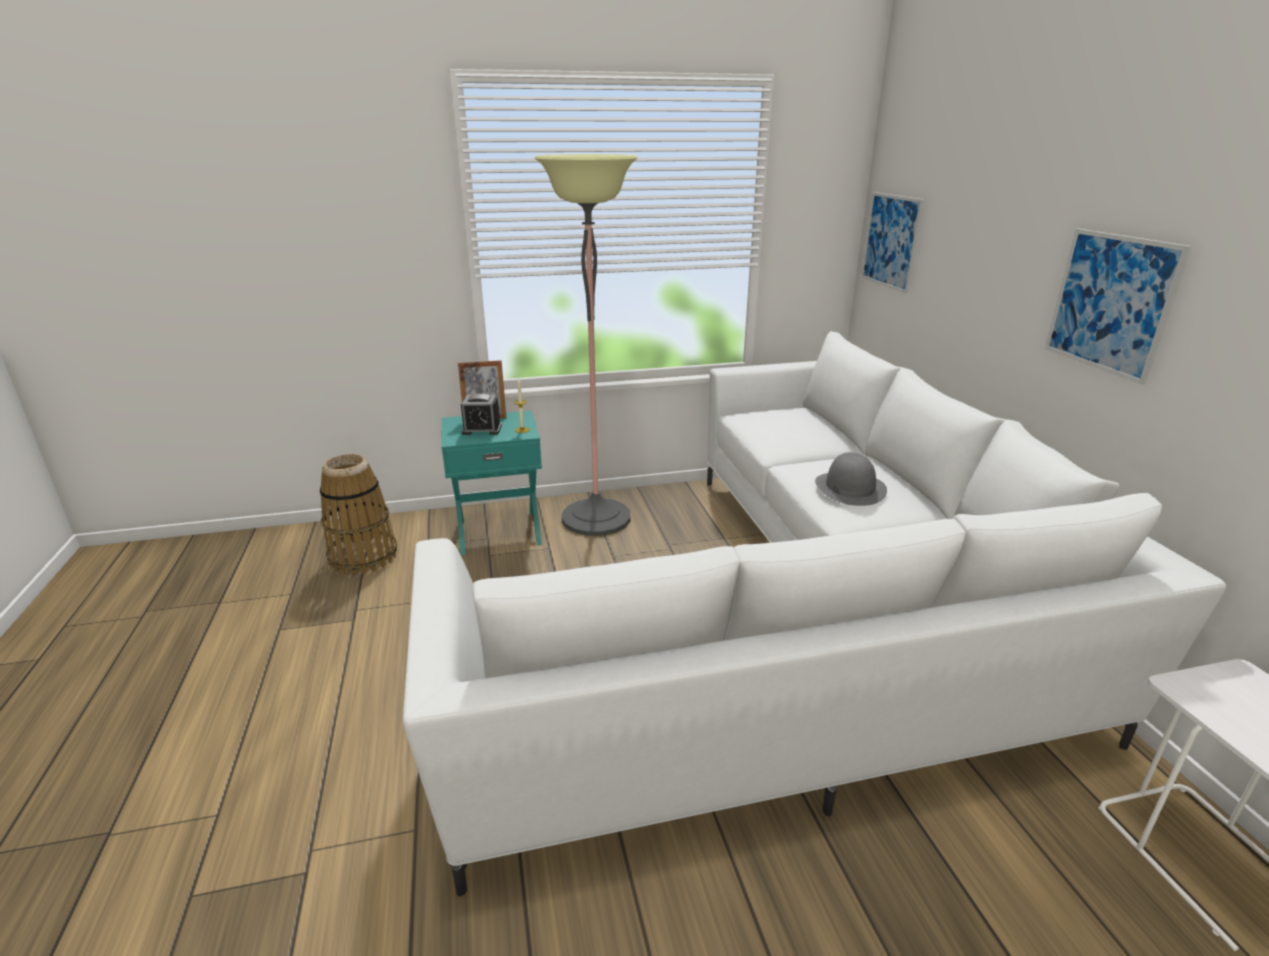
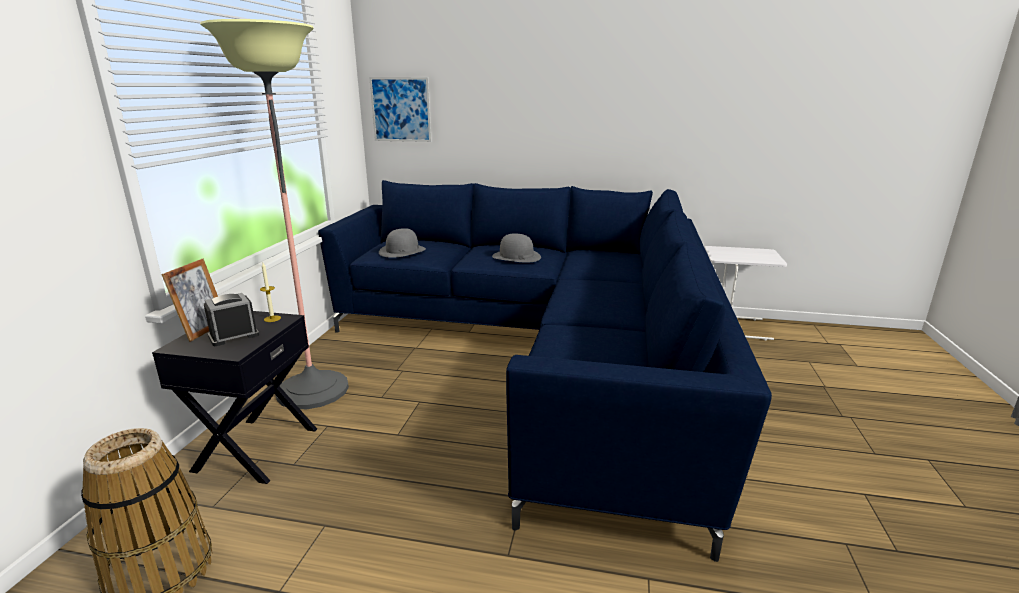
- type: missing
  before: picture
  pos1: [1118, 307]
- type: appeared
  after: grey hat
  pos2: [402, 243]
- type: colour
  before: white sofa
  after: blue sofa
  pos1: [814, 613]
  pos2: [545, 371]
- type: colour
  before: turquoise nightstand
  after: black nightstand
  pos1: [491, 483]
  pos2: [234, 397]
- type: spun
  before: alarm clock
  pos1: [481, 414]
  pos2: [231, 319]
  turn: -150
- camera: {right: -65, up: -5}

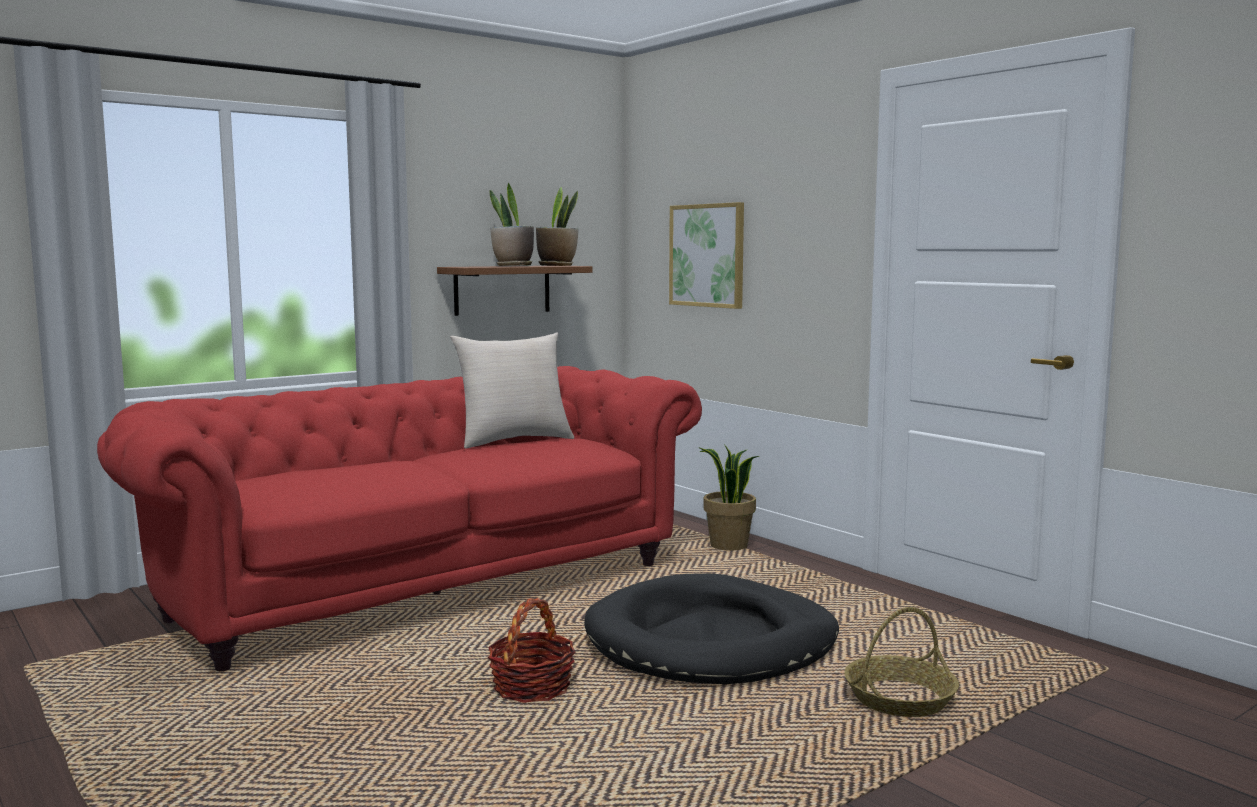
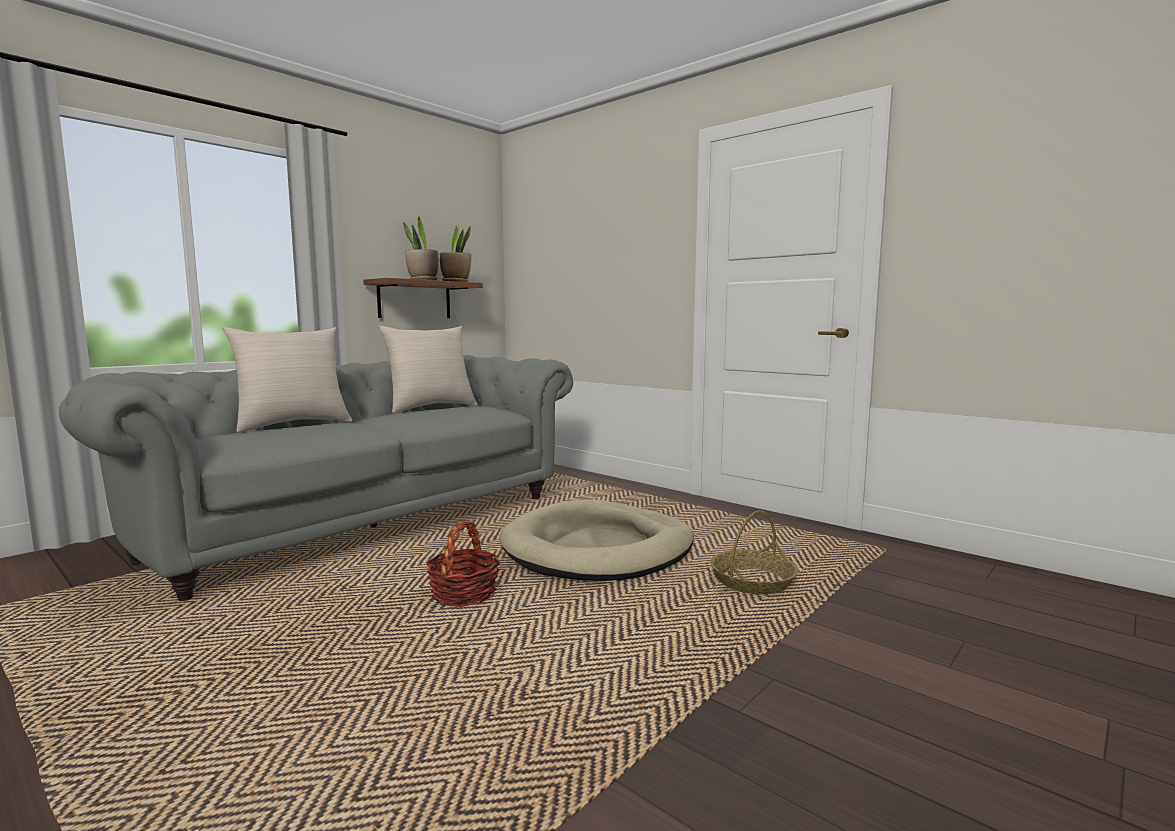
- type: missing
  before: picture
  pos1: [706, 255]
- type: missing
  before: potted plant
  pos1: [728, 497]
- type: appeared
  after: beige pillow
  pos2: [287, 379]
- type: colour
  before: red sofa
  after: grey sofa
  pos1: [399, 518]
  pos2: [316, 478]
- type: colour
  before: black dog bed
  after: beige dog bed
  pos1: [711, 628]
  pos2: [597, 540]
- camera: {right: -10, up: 0}

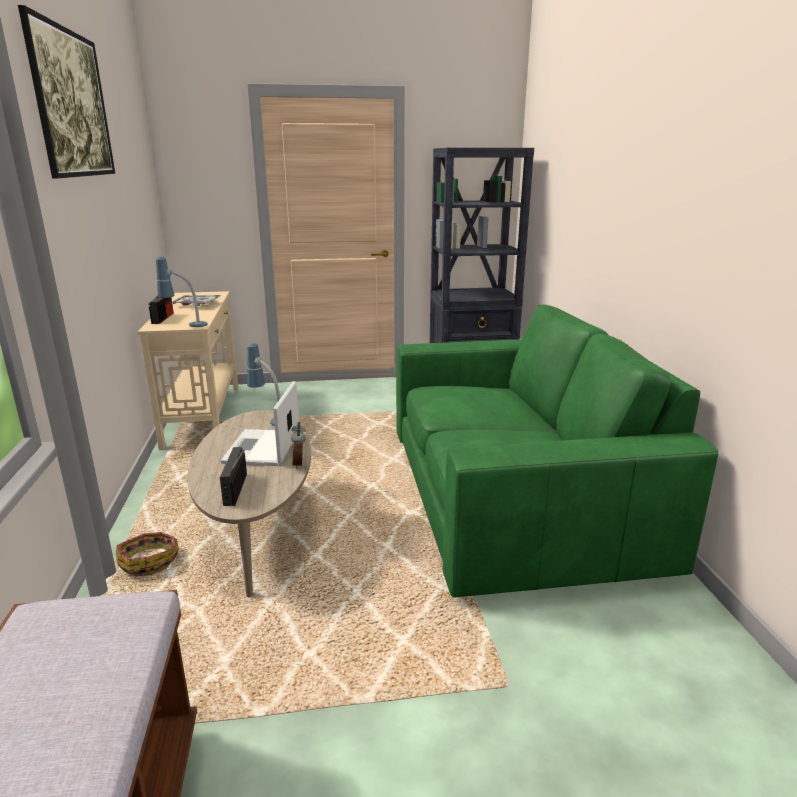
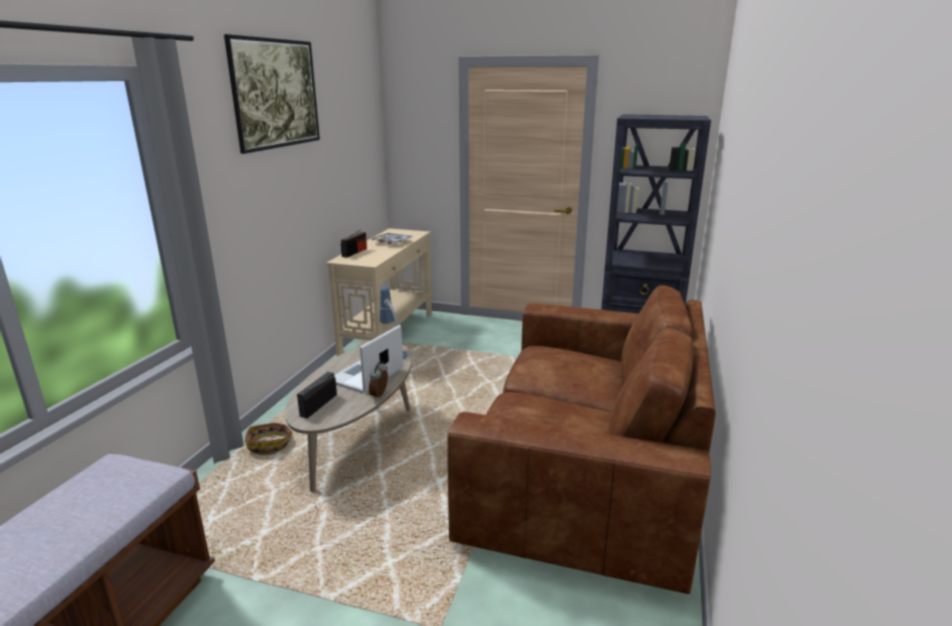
- type: missing
  before: table lamp
  pos1: [182, 291]
- type: colour
  before: green sofa
  after: brown sofa
  pos1: [557, 450]
  pos2: [581, 439]
- camera: {right: 25, up: 0}

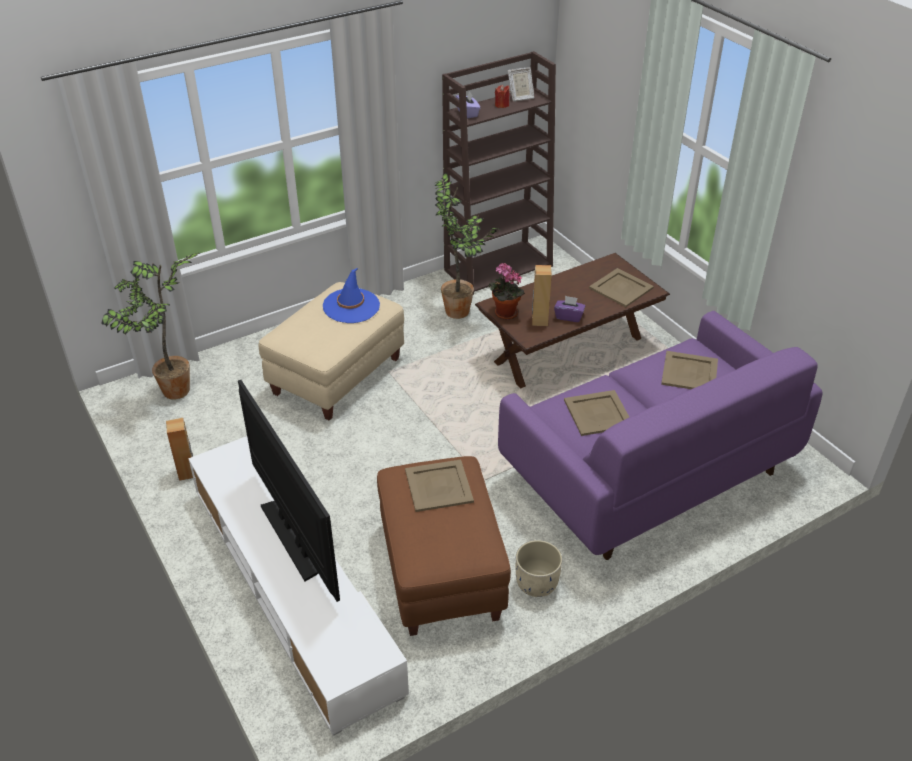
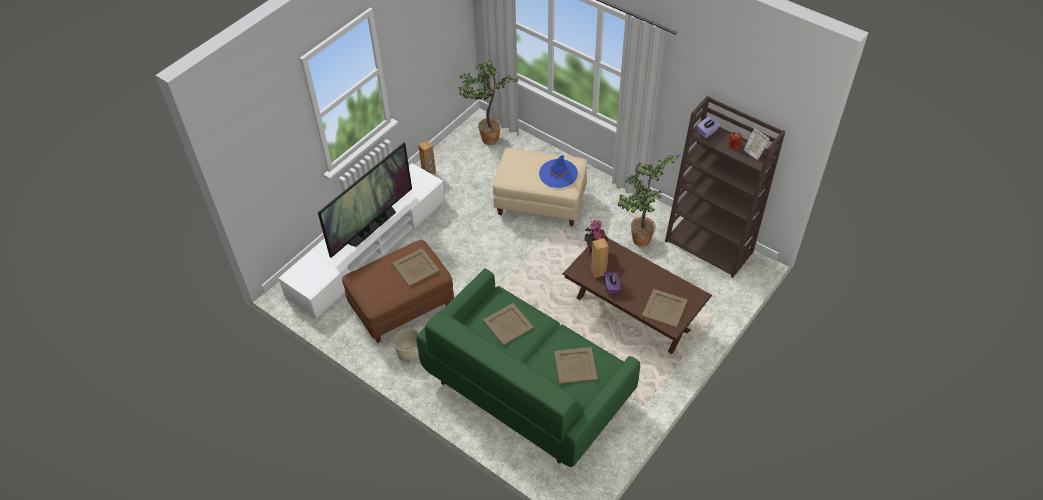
- type: colour
  before: purple sofa
  after: green sofa
  pos1: [660, 435]
  pos2: [528, 367]
- camera: {right: 70, up: 10}

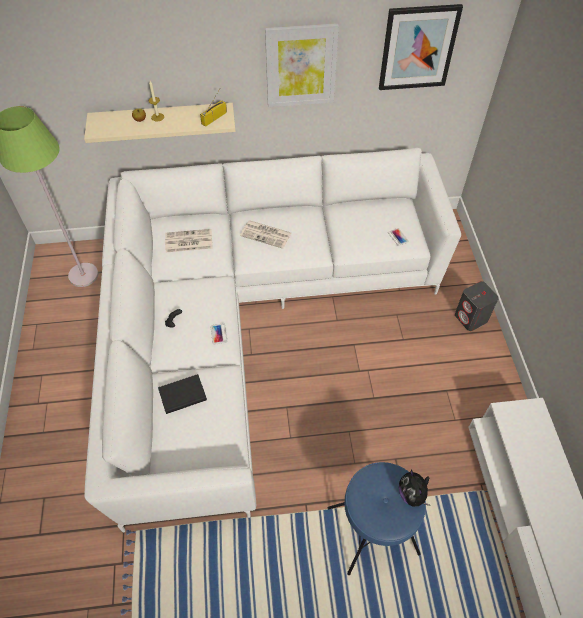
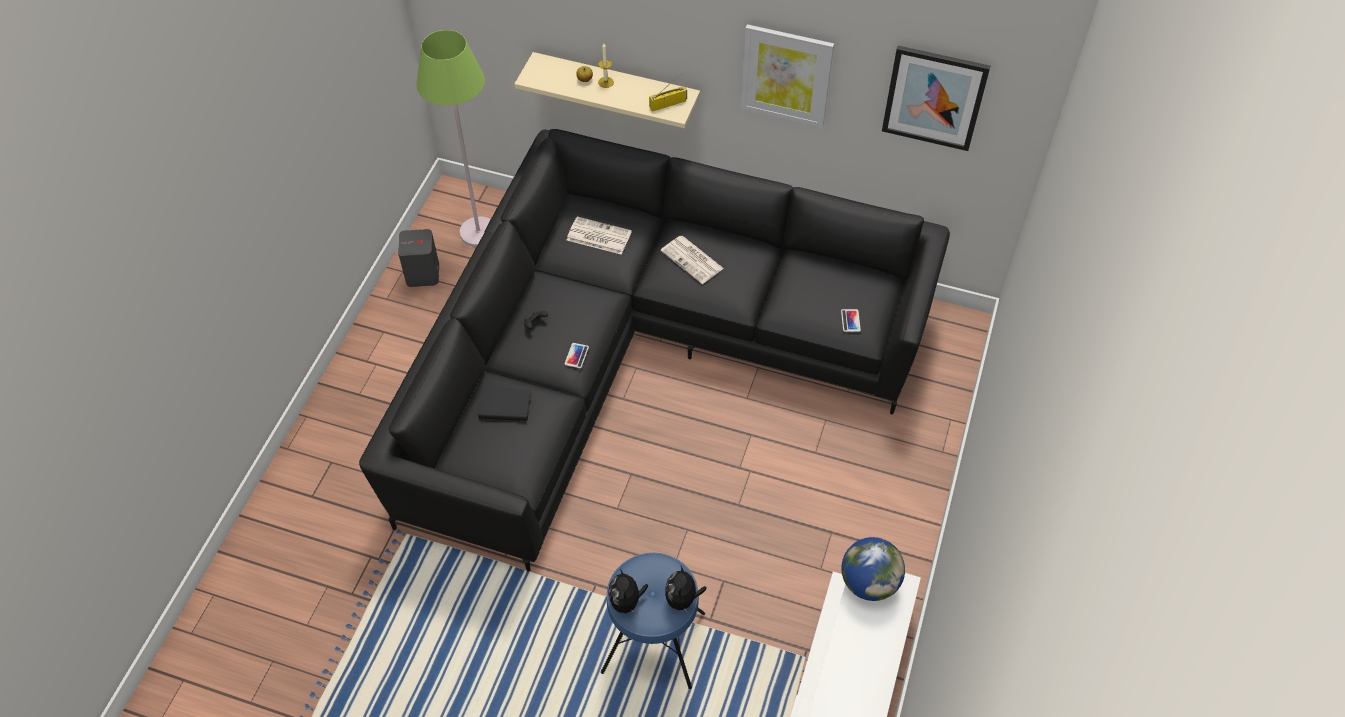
- type: appeared
  after: plush toy
  pos2: [628, 592]
- type: appeared
  after: globe
  pos2: [873, 569]
- type: relocated
  before: grey speaker
  pos1: [477, 306]
  pos2: [418, 258]
- type: colour
  before: white sofa
  after: black sofa
  pos1: [272, 340]
  pos2: [654, 350]
- camera: {right: 25, up: 0}

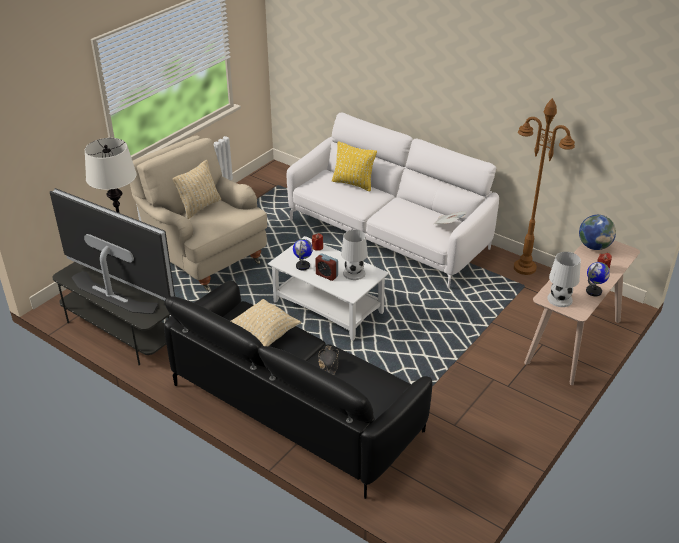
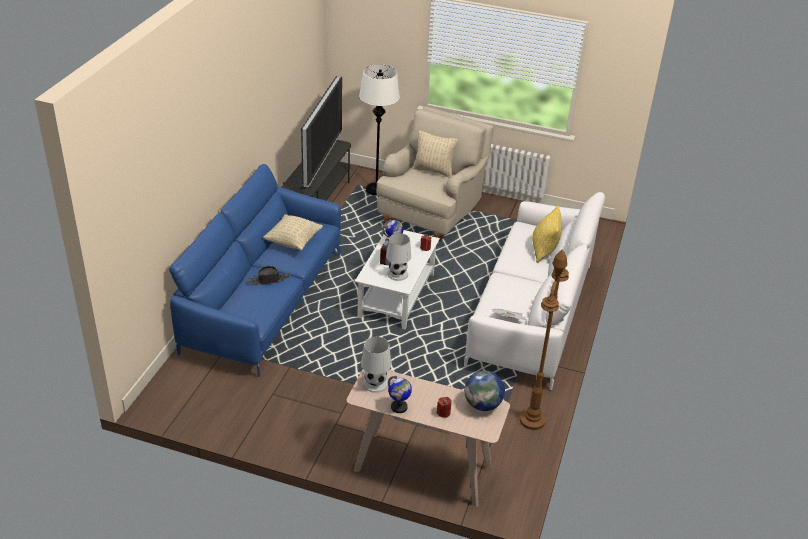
- type: colour
  before: black sofa
  after: blue sofa
  pos1: [298, 389]
  pos2: [255, 270]
- camera: {right: 70, up: 0}

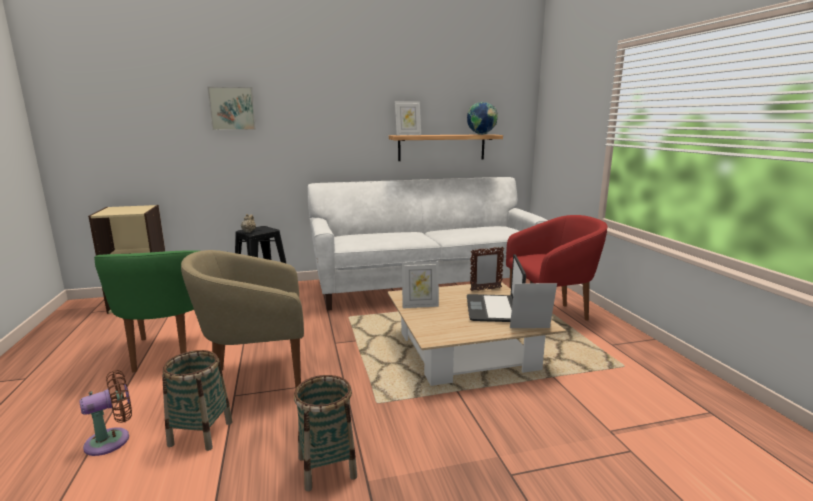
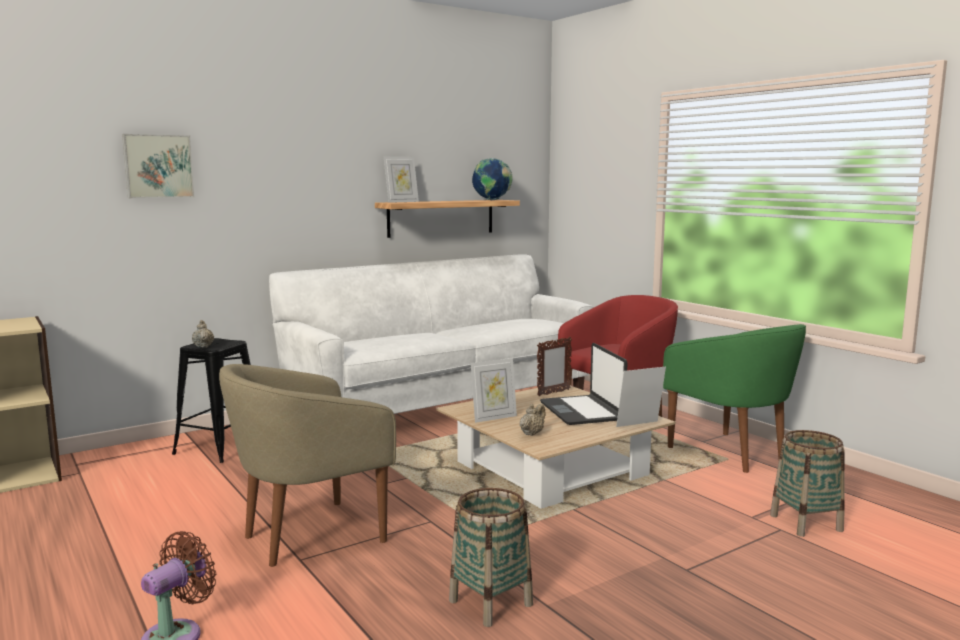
- type: appeared
  after: beige teapot
  pos2: [533, 420]
- type: relocated
  before: green armchair
  pos1: [146, 311]
  pos2: [734, 398]
- type: relocated
  before: basket
  pos1: [197, 400]
  pos2: [807, 483]
- camera: {right: -20, up: -5}

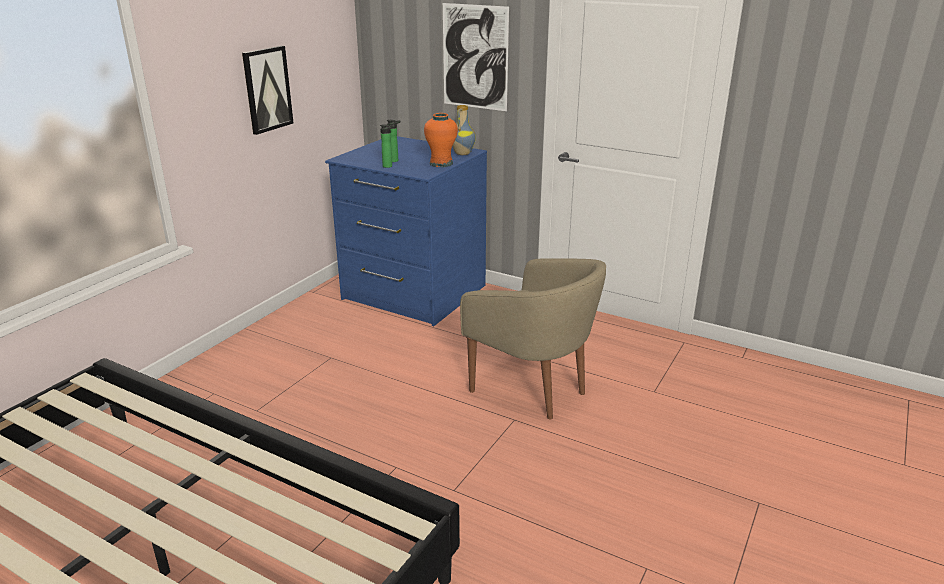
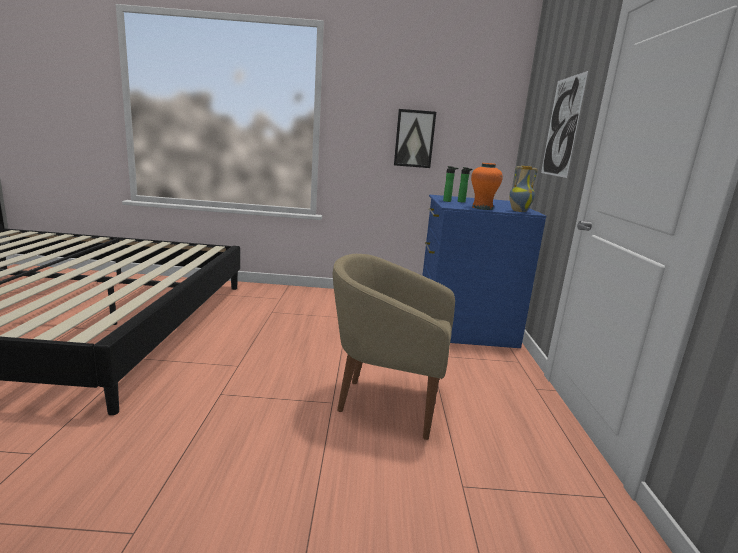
- type: spun
  before: beige armchair
  pos1: [533, 339]
  pos2: [394, 347]
  turn: 90
- camera: {right: 60, up: -10}

